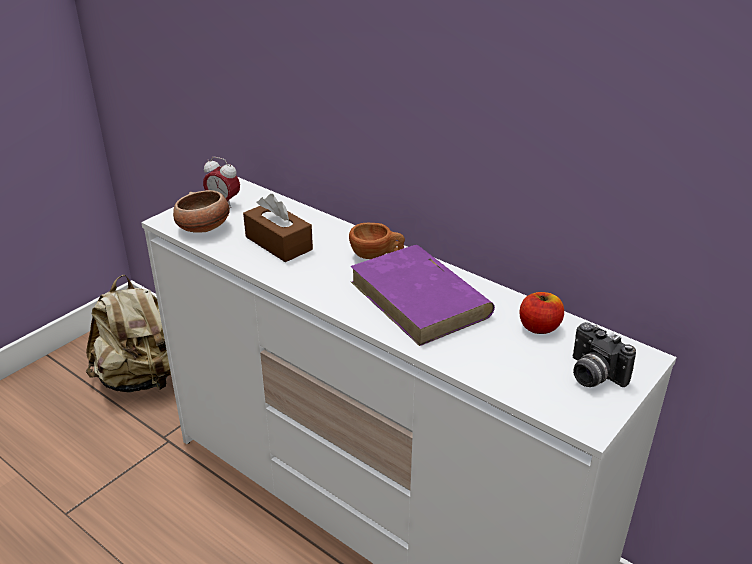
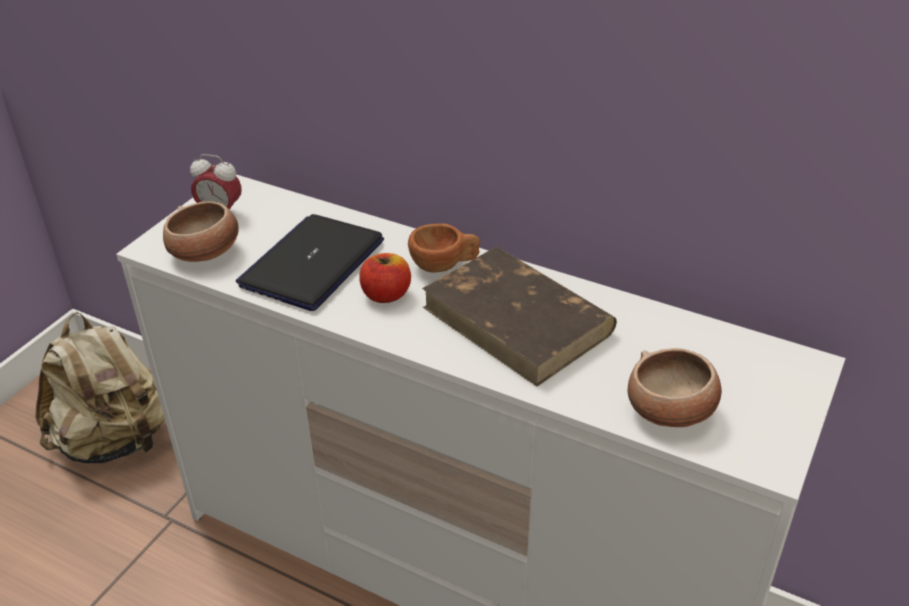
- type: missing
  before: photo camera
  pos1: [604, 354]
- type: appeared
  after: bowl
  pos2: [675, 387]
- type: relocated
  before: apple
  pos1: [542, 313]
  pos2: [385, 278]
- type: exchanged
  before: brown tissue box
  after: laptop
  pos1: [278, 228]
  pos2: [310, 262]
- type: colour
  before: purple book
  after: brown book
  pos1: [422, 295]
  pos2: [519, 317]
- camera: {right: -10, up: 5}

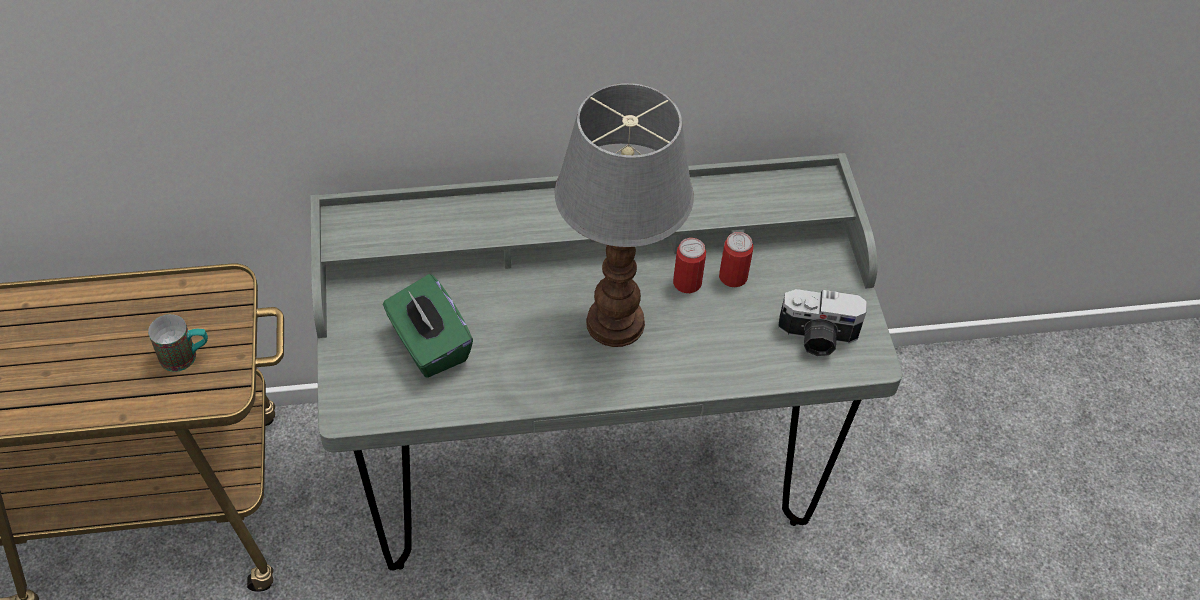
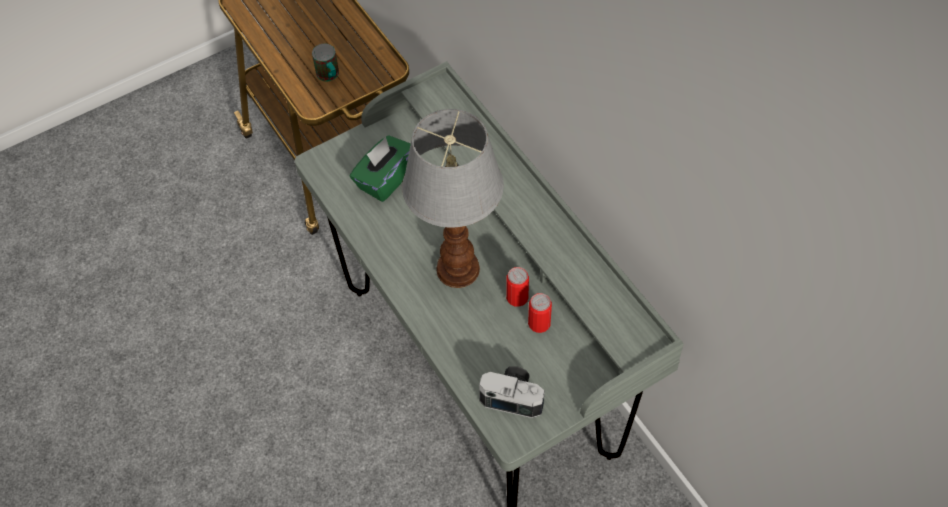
- type: spun
  before: photo camera
  pos1: [822, 322]
  pos2: [512, 392]
  turn: 120
- camera: {right: 70, up: 5}

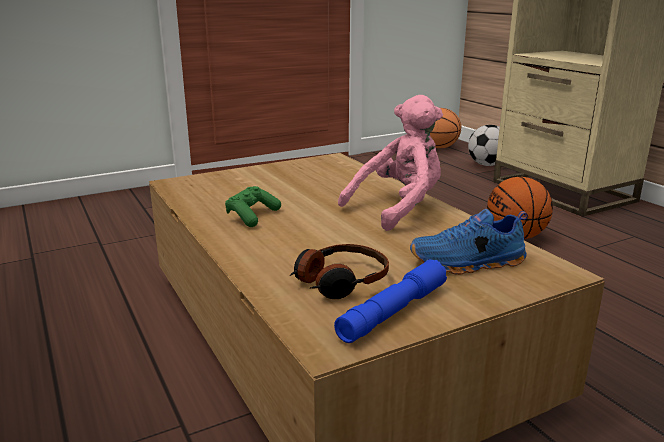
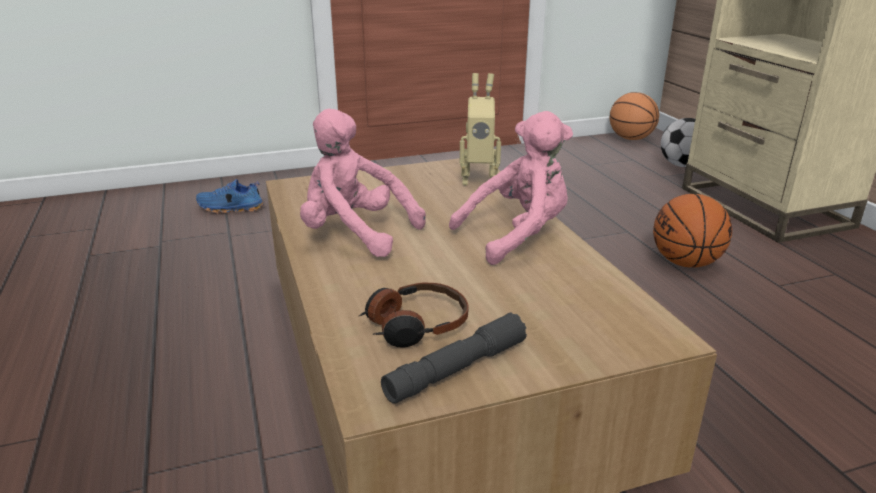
- type: appeared
  after: toy robot
  pos2: [480, 129]
- type: relocated
  before: blue shoe
  pos1: [469, 242]
  pos2: [230, 196]
- type: exchanged
  before: green game controller
  after: pink plush toy
  pos1: [253, 206]
  pos2: [363, 183]
- type: colour
  before: blue flashlight
  after: grey flashlight
  pos1: [390, 301]
  pos2: [454, 358]
- camera: {right: 10, up: 5}

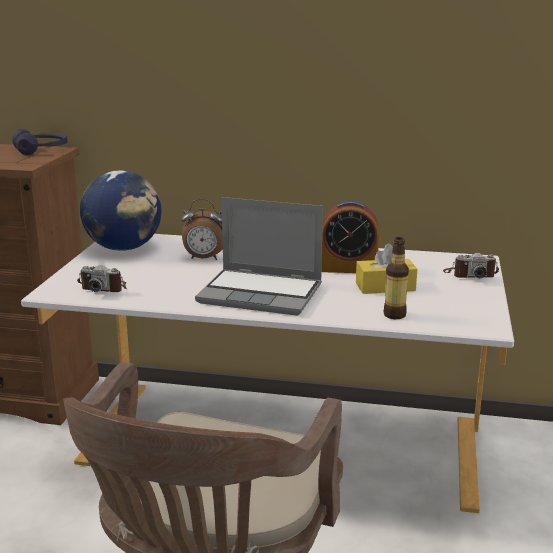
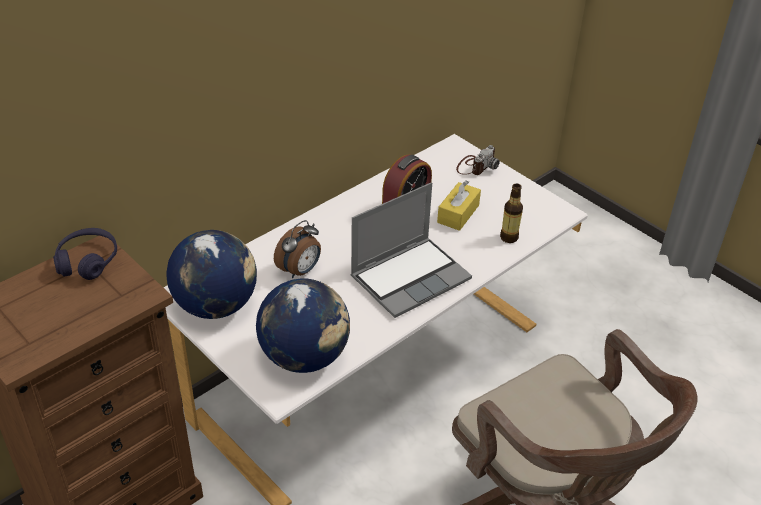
- type: exchanged
  before: photo camera
  after: globe
  pos1: [102, 278]
  pos2: [303, 326]
- camera: {right: -55, up: 20}

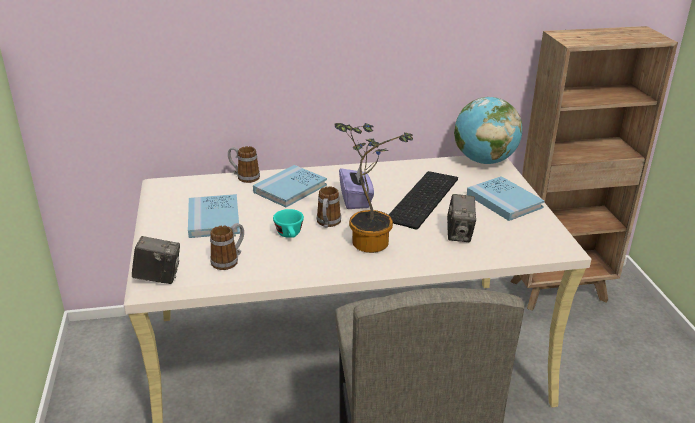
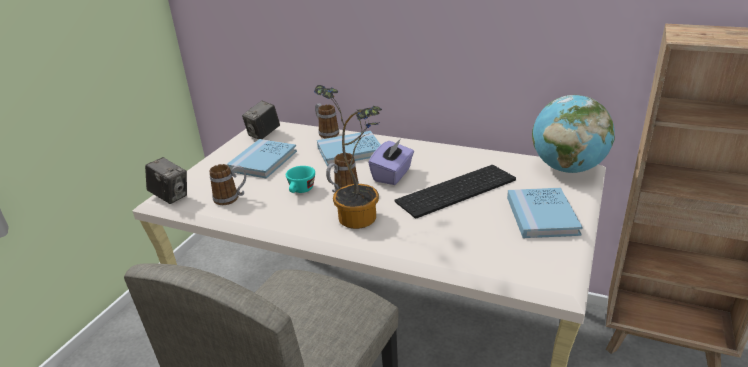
- type: relocated
  before: photo camera
  pos1: [461, 218]
  pos2: [261, 120]
- camera: {right: 35, up: 0}

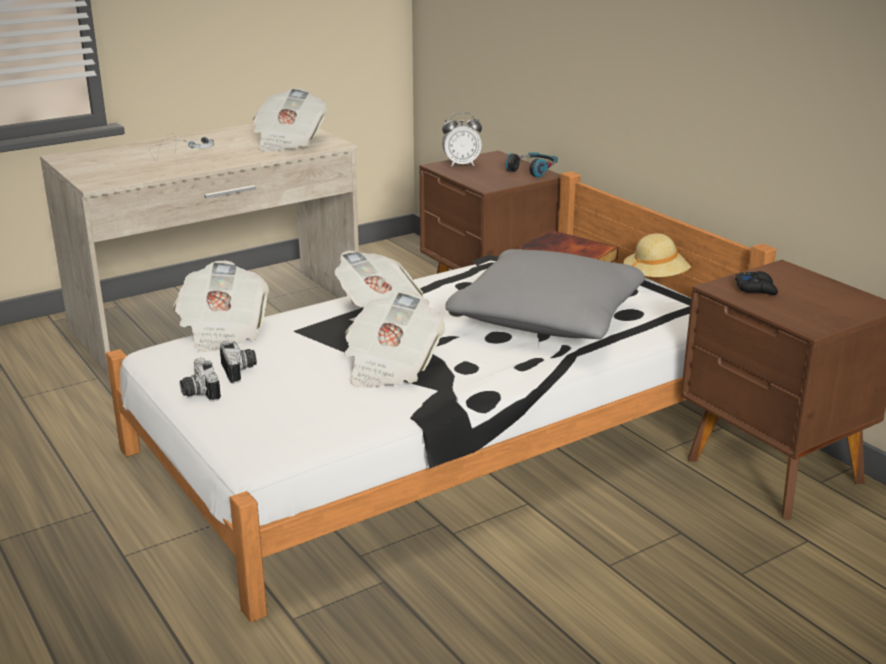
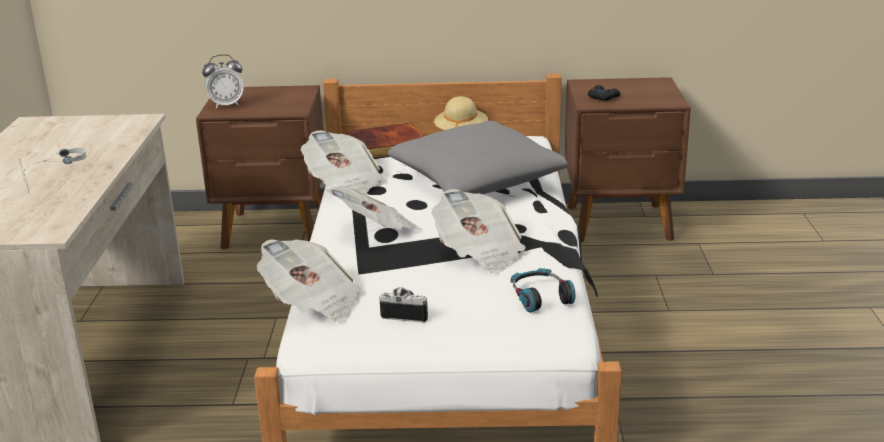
- type: missing
  before: photo camera
  pos1: [200, 380]
- type: relocated
  before: newspaper
  pos1: [290, 120]
  pos2: [342, 162]
- type: relocated
  before: headphones
  pos1: [531, 165]
  pos2: [543, 290]
- type: spun
  before: alarm clock
  pos1: [462, 139]
  pos2: [223, 81]
  turn: 45
- camera: {right: -55, up: 0}

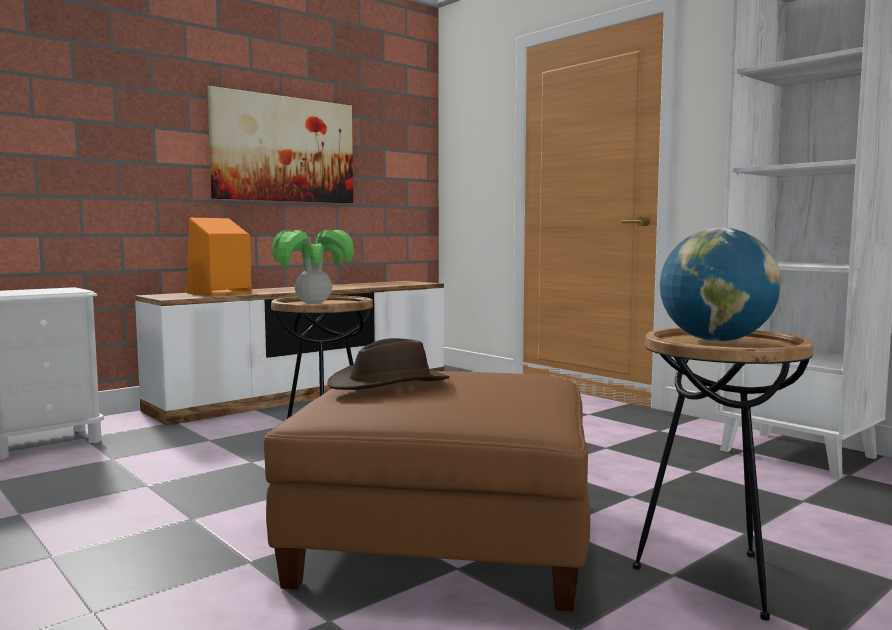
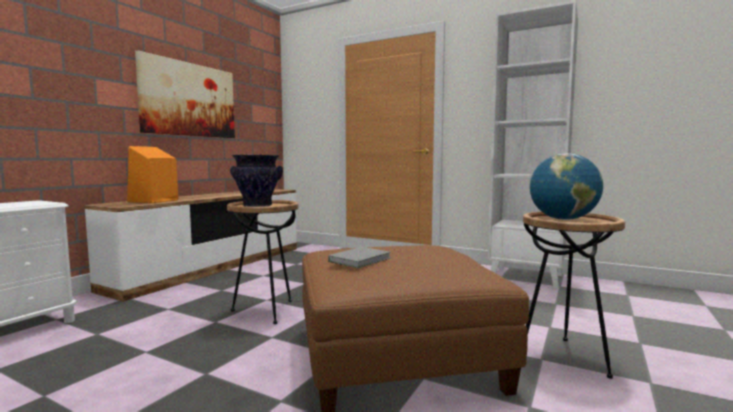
- type: exchanged
  before: potted plant
  after: vase
  pos1: [313, 267]
  pos2: [256, 181]
- type: exchanged
  before: brown hat
  after: grey book
  pos1: [388, 364]
  pos2: [359, 257]
- camera: {right: -20, up: 0}

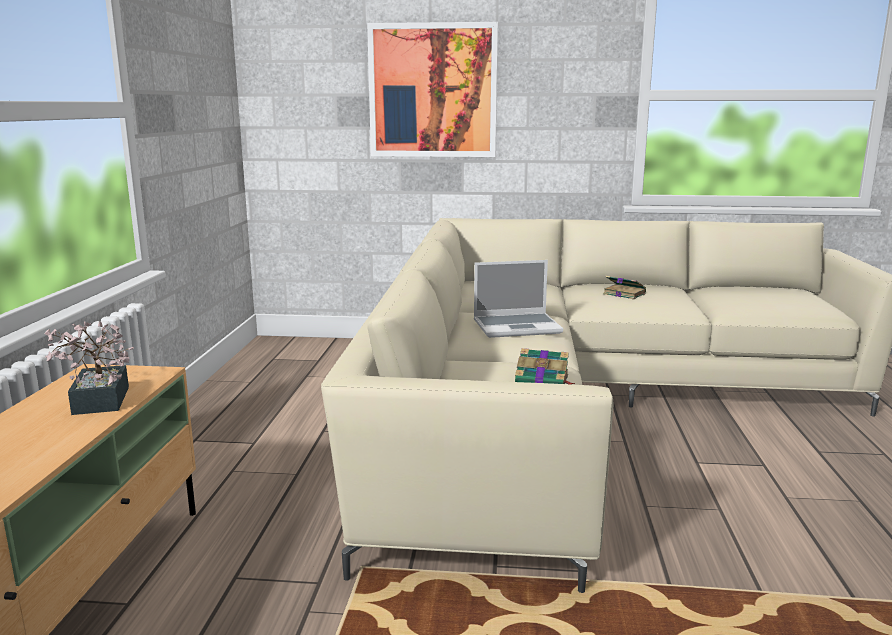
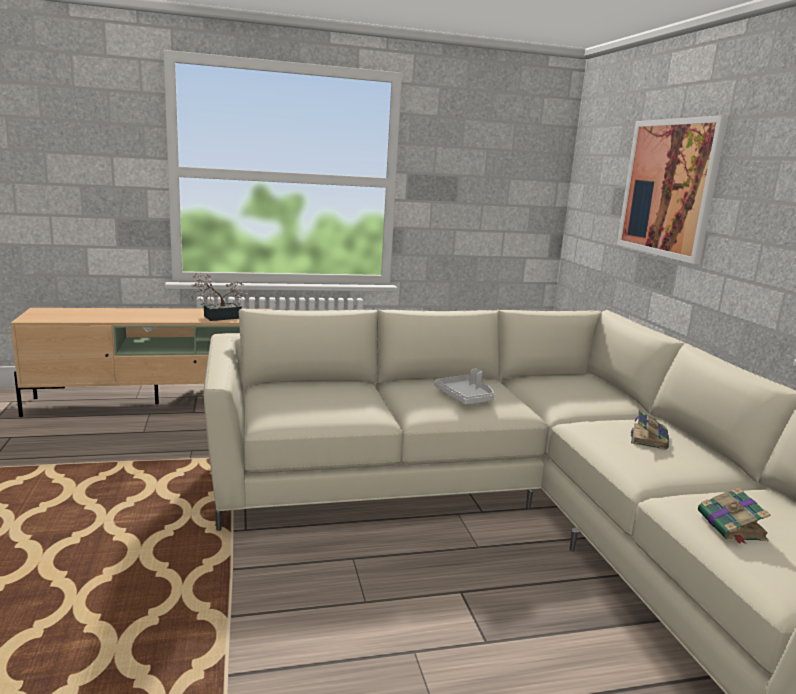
- type: relocated
  before: book
  pos1: [545, 366]
  pos2: [734, 515]
- type: exchanged
  before: laptop
  after: grey tray
  pos1: [518, 299]
  pos2: [464, 386]
- camera: {right: 70, up: 0}

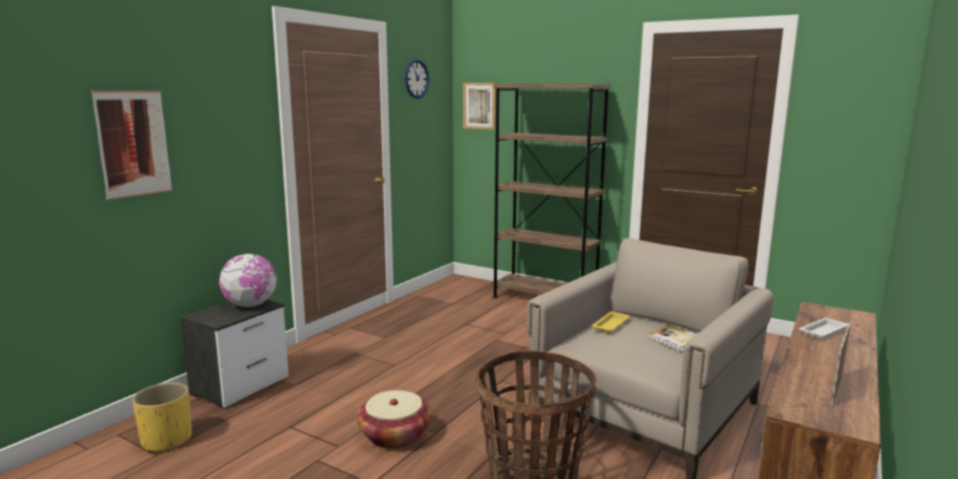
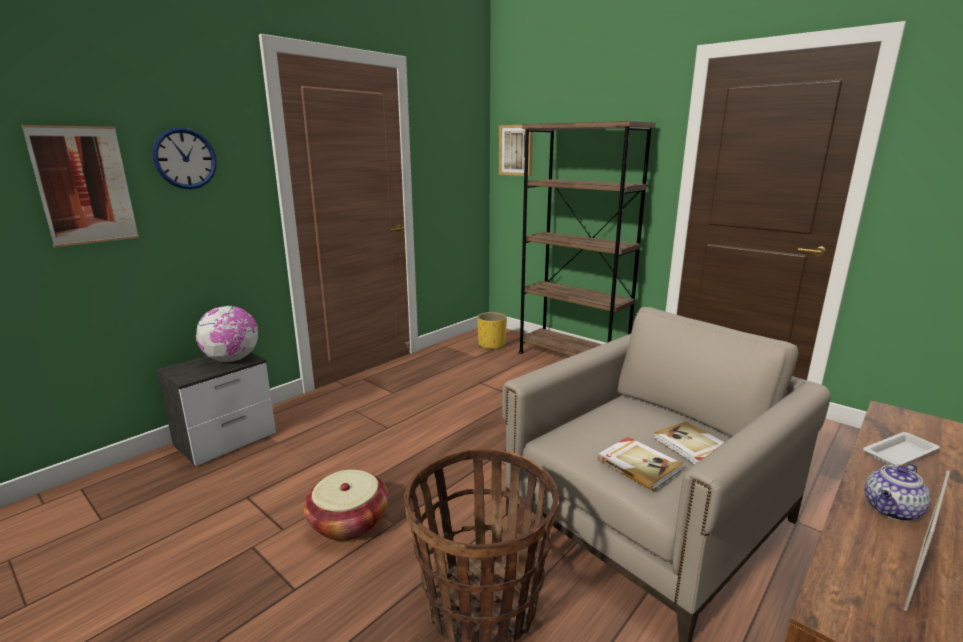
- type: missing
  before: yellow tray
  pos1: [611, 322]
- type: appeared
  after: book
  pos2: [640, 464]
- type: appeared
  after: teapot
  pos2: [898, 492]
- type: relocated
  before: yellow planter
  pos1: [162, 417]
  pos2: [492, 331]
- type: relocated
  before: wall clock
  pos1: [417, 79]
  pos2: [184, 158]
- camera: {right: 10, up: 5}

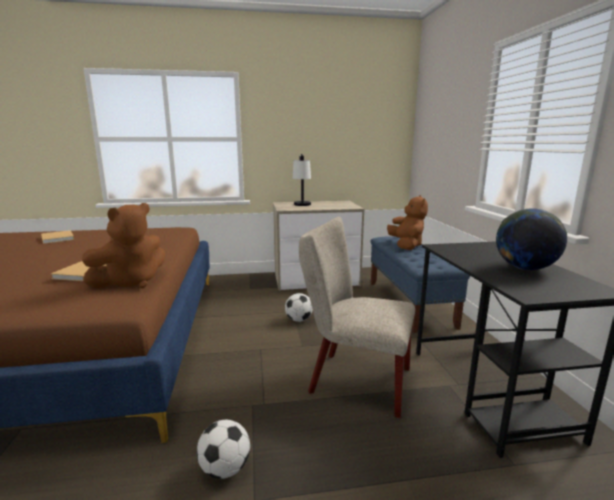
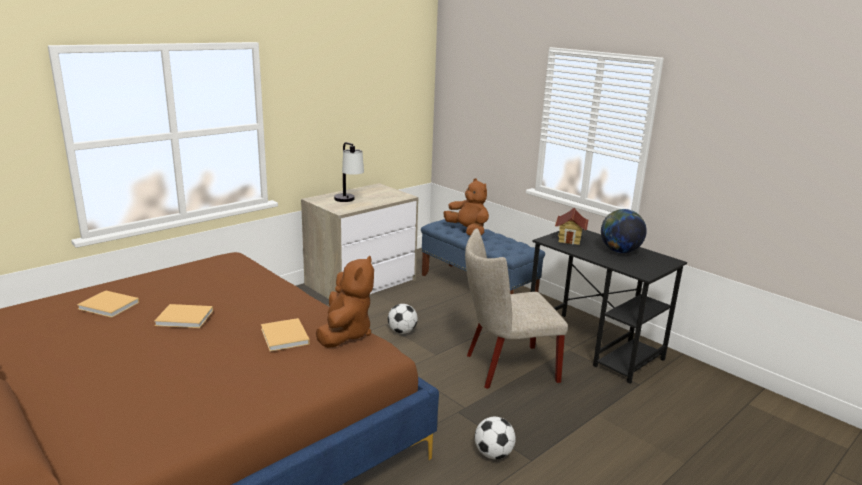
- type: appeared
  after: beige book
  pos2: [183, 316]
- type: appeared
  after: toy house
  pos2: [572, 226]
- camera: {right: -35, up: 5}

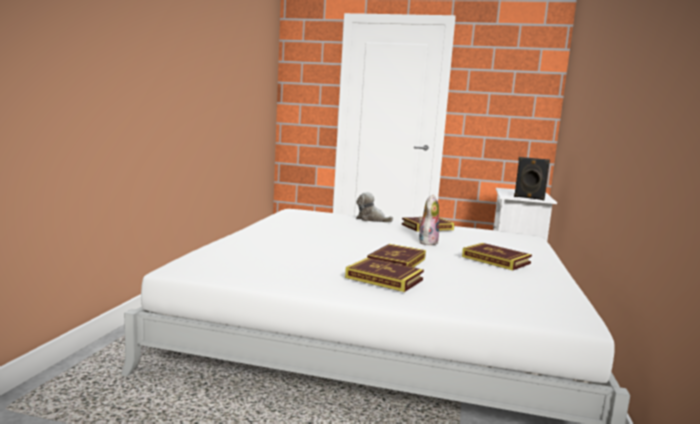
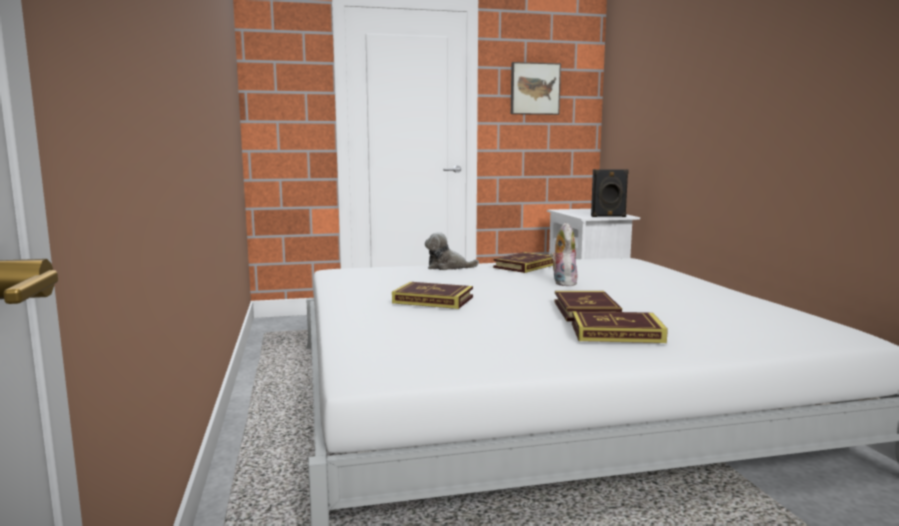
- type: appeared
  after: picture
  pos2: [536, 88]
- type: relocated
  before: book
  pos1: [497, 256]
  pos2: [432, 295]
- camera: {right: -25, up: 0}

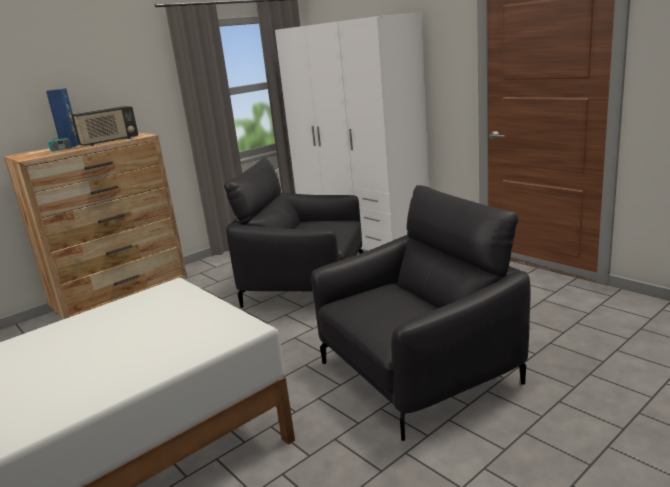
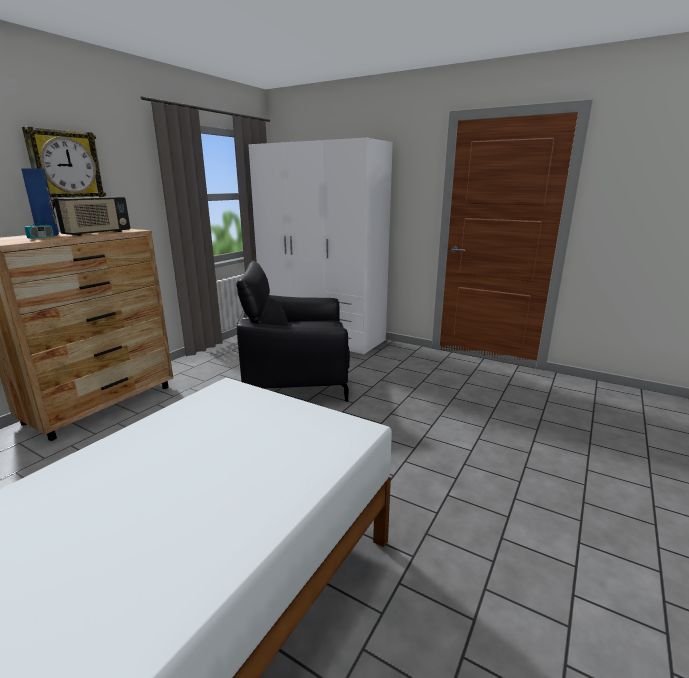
- type: missing
  before: black armchair
  pos1: [421, 313]
- type: appeared
  after: wall clock
  pos2: [64, 168]
- camera: {right: -20, up: 0}

